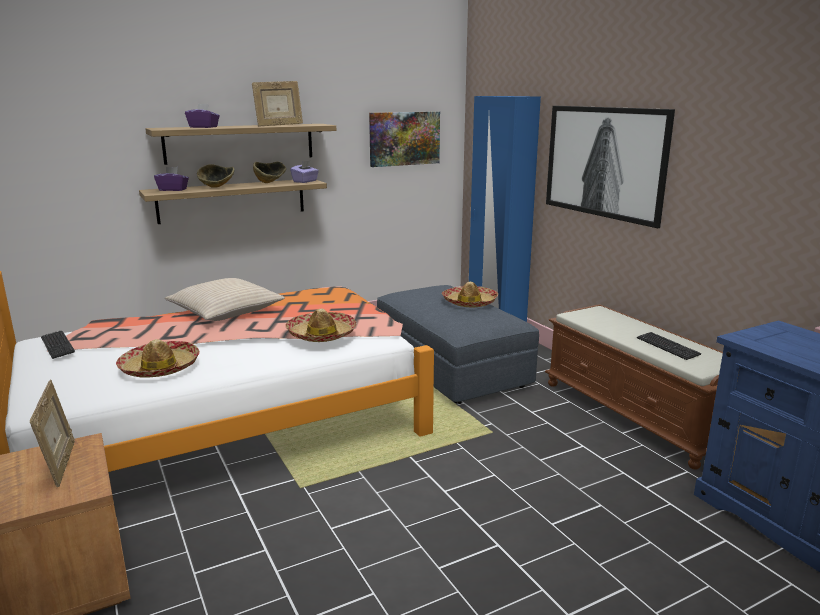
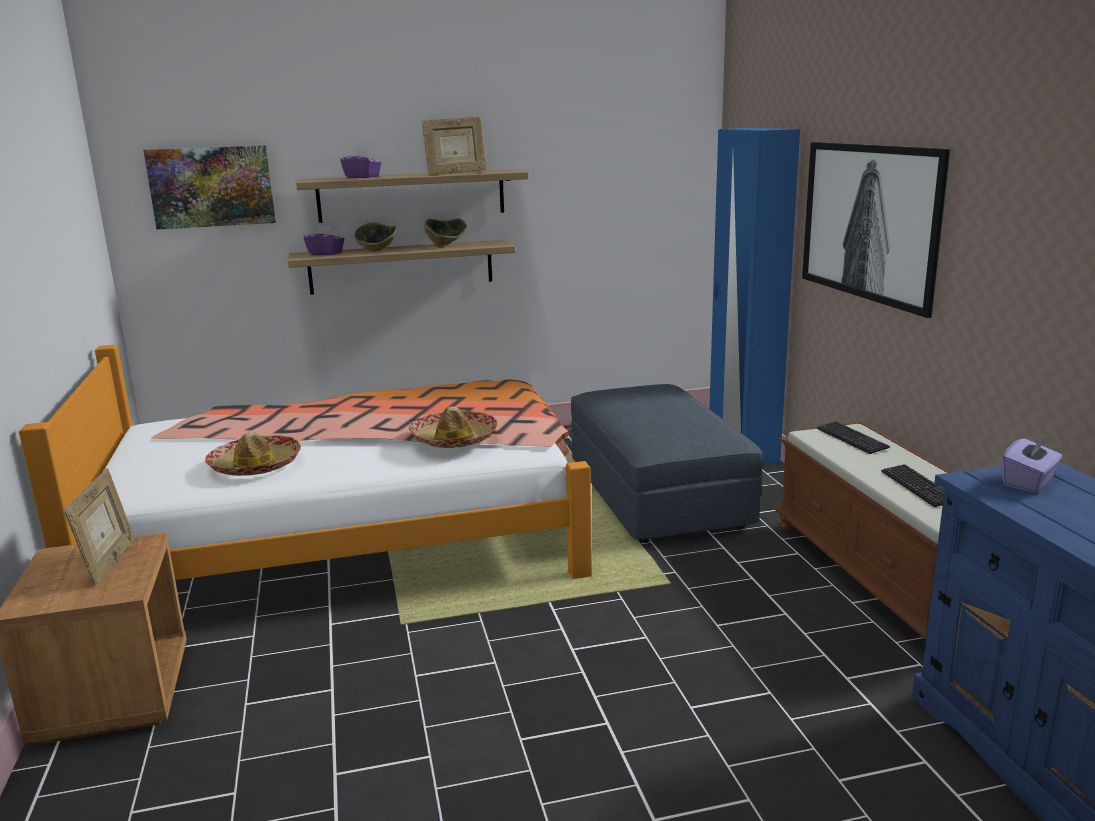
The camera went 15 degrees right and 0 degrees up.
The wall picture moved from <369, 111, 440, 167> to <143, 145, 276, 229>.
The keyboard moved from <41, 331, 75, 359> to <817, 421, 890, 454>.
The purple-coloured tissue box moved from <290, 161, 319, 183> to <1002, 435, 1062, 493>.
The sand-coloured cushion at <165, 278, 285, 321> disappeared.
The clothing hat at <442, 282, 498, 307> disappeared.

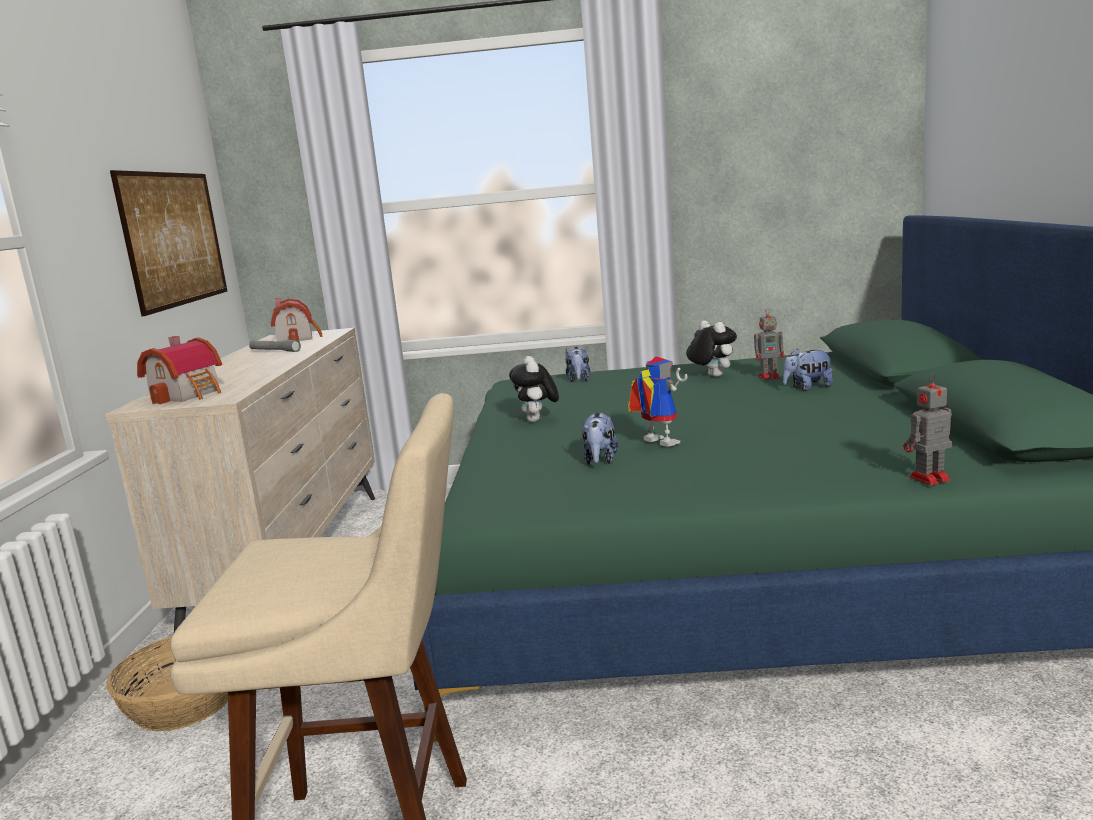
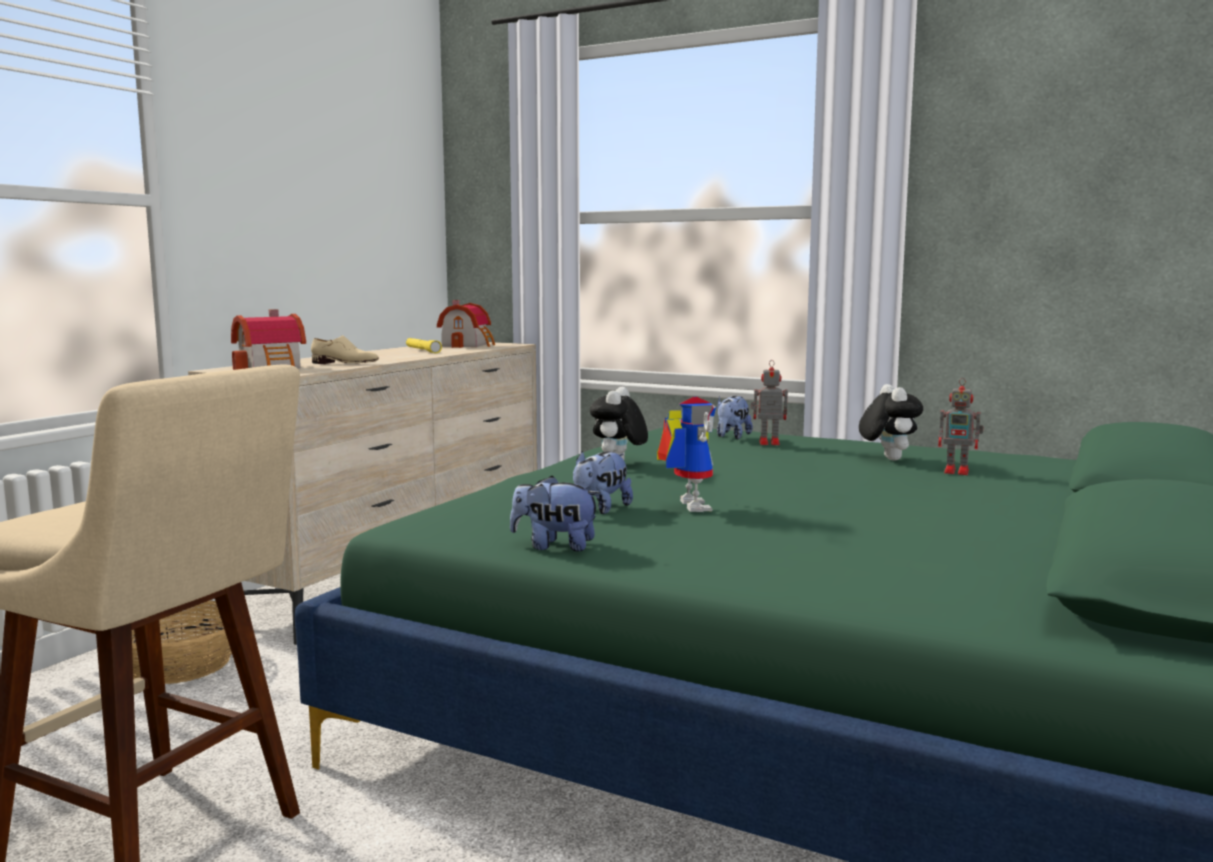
The camera went 25 degrees right and 5 degrees down.
The sand-coloured item of footwear at <311, 335, 379, 364> appeared.
The grey torch at <249, 340, 301, 352> became the yellow torch at <406, 338, 442, 353>.
The cuddly toy moved from <783, 348, 833, 391> to <510, 476, 601, 552>.
The toy robot moved from <904, 374, 952, 485> to <751, 360, 788, 445>.
The wall picture at <110, 170, 227, 316> disappeared.

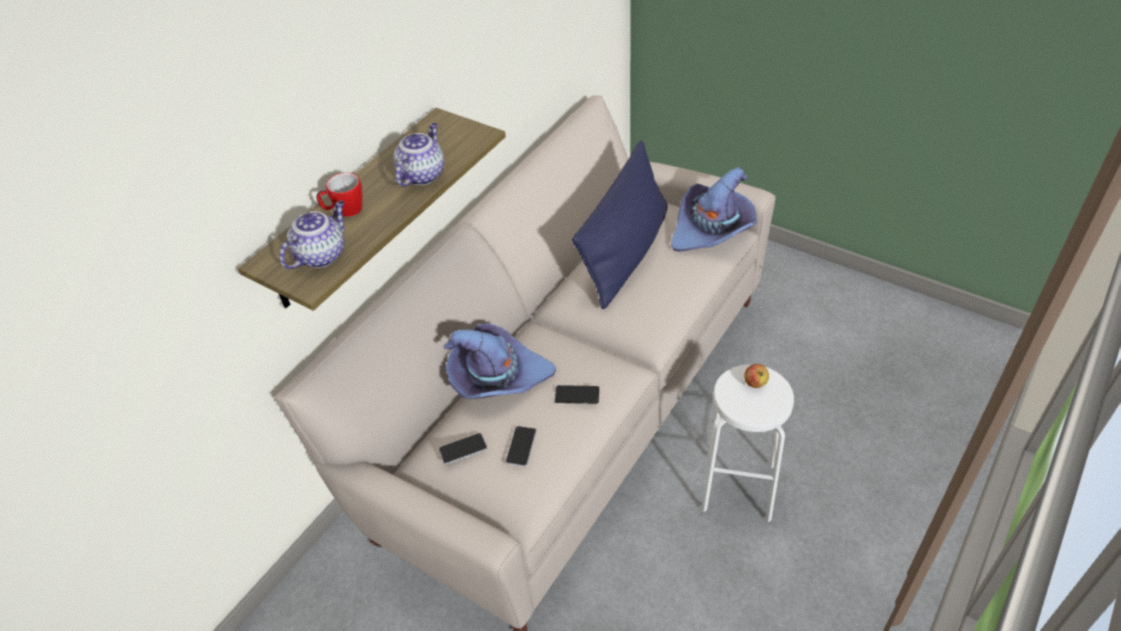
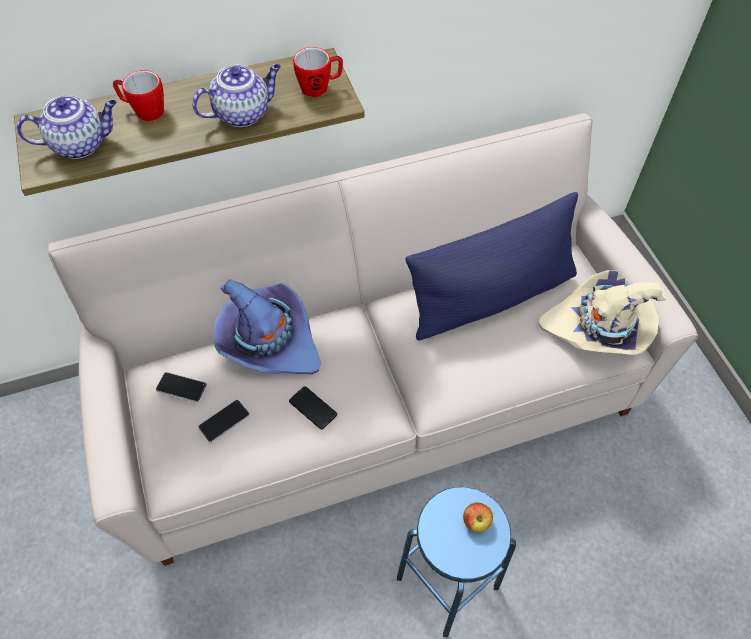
The camera went 35 degrees right and 10 degrees up.
The coffee mug at <293, 47, 343, 97> appeared.
The white-coloured sitting stool at <701, 364, 794, 522> became the blue-coloured sitting stool at <397, 487, 516, 637>.
The purple-coloured clothing hat at <671, 167, 757, 252> became the sand-coloured clothing hat at <539, 270, 667, 355>.

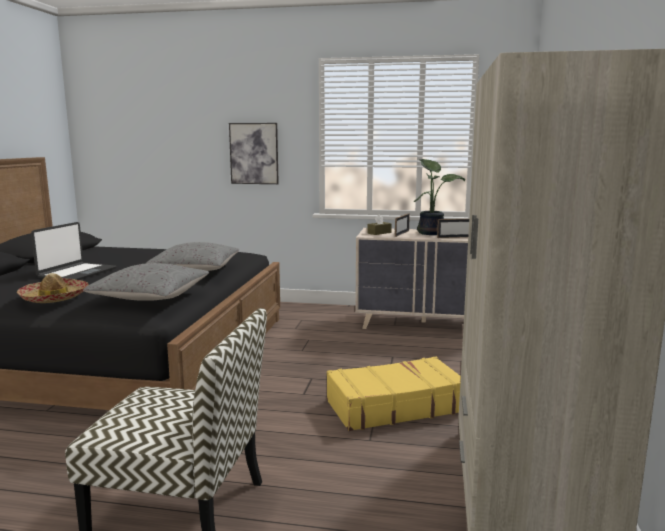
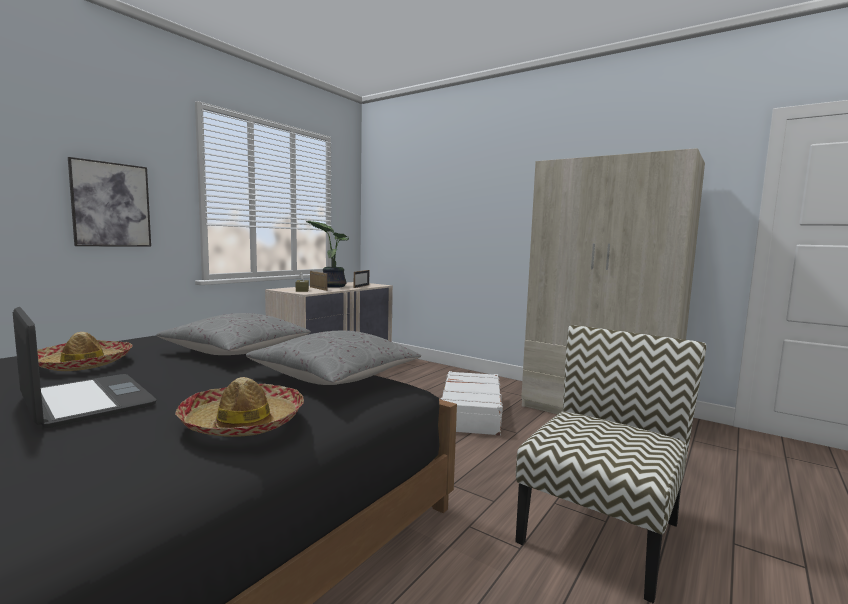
The camera went 65 degrees left and 5 degrees down.
The clothing hat at <37, 332, 133, 371> appeared.
The yellow travel case at <327, 356, 461, 431> became the white-coloured travel case at <440, 371, 503, 436>.

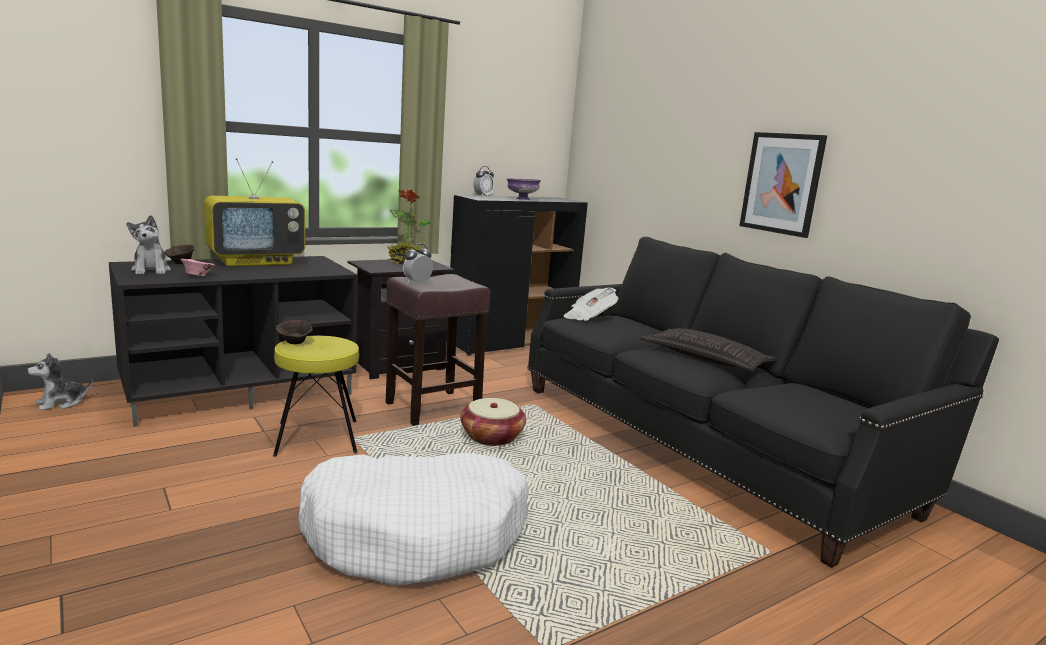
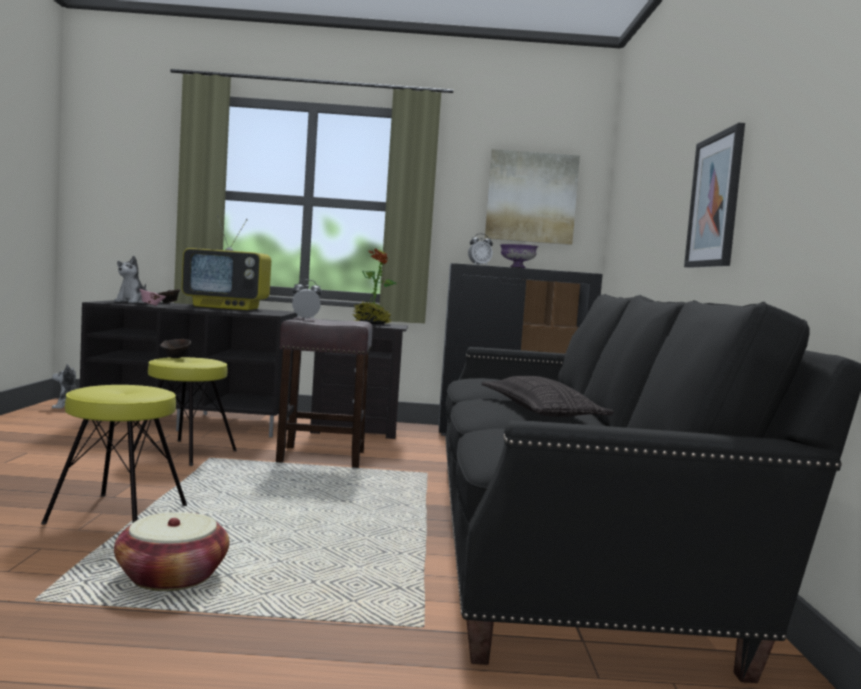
The camera went 35 degrees right and 10 degrees down.
The white-coloured dog cushion at <298, 453, 529, 586> was replaced by the yellow sitting stool at <41, 385, 187, 525>.
The basket moved from <460, 398, 526, 446> to <114, 512, 230, 591>.
The wall picture at <485, 149, 580, 245> appeared.
The printed paper at <564, 288, 618, 321> disappeared.

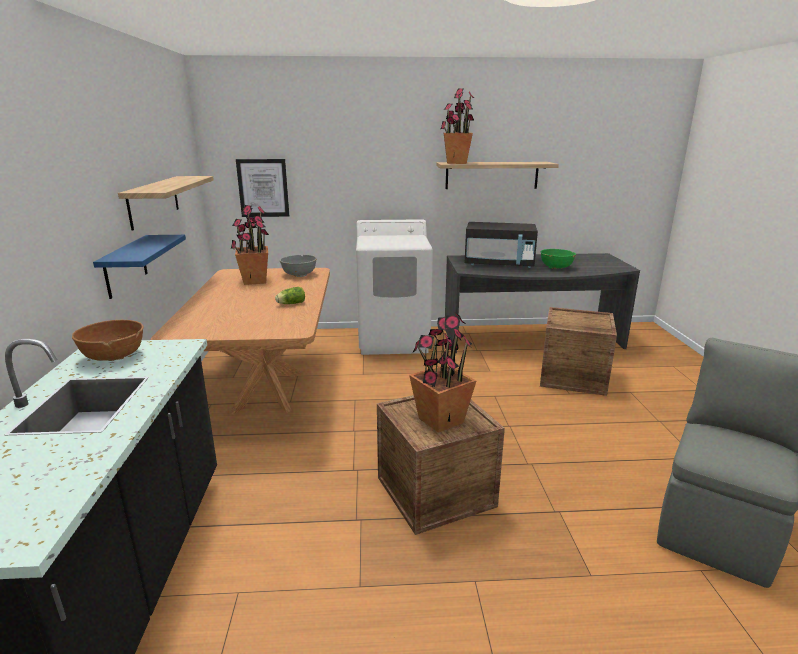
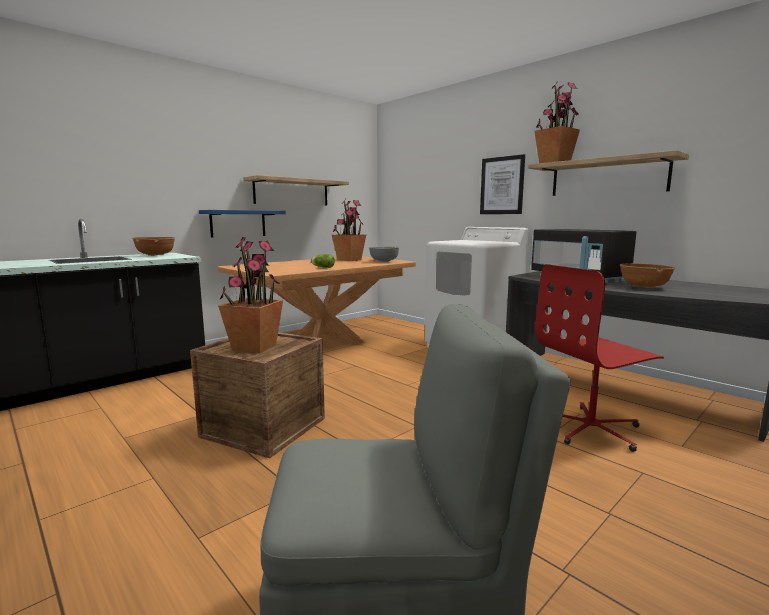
The camera went 50 degrees right and 10 degrees down.
The wall picture moved from <236, 159, 289, 217> to <480, 154, 525, 214>.
The crate at <540, 307, 617, 396> was replaced by the red desk chair at <535, 264, 664, 452>.
The green-coloured deep dish at <540, 249, 576, 269> became the brownish deep dish at <620, 263, 675, 288>.

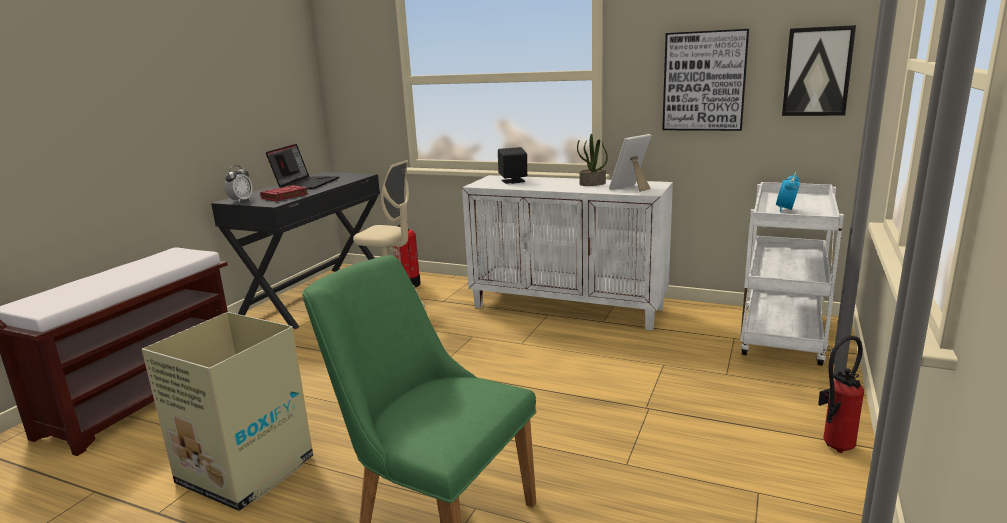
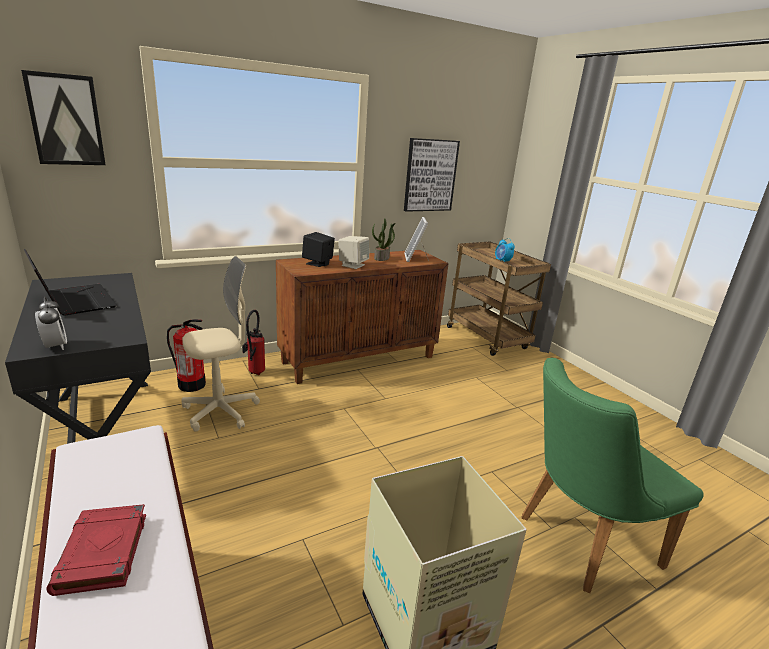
The camera went 55 degrees left and 5 degrees up.
The wall picture moved from <782, 25, 856, 116> to <21, 70, 106, 165>.
The red volume moved from <260, 185, 309, 201> to <46, 504, 146, 596>.
The fire extinguisher moved from <818, 336, 864, 453> to <242, 310, 265, 375>.
The white-coloured cabinet at <462, 175, 673, 330> became the brownish cabinet at <276, 250, 449, 384>.
The sand-coloured loudspeaker at <338, 236, 369, 269> appeared.
The white-coloured wheeled cart at <740, 182, 844, 365> became the brownish wheeled cart at <447, 242, 551, 356>.

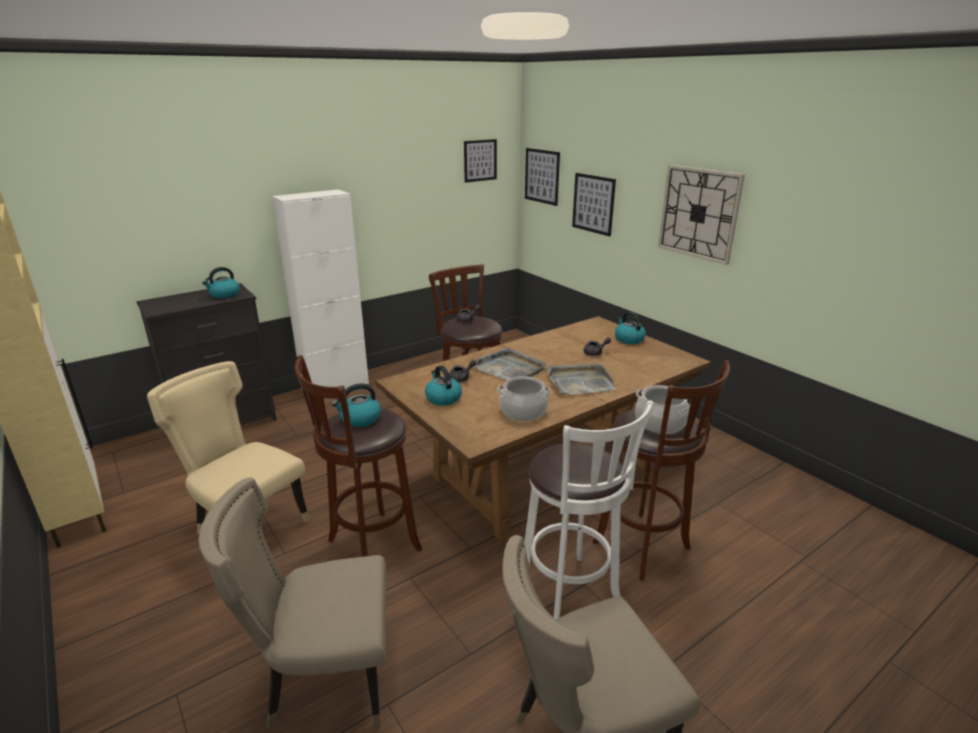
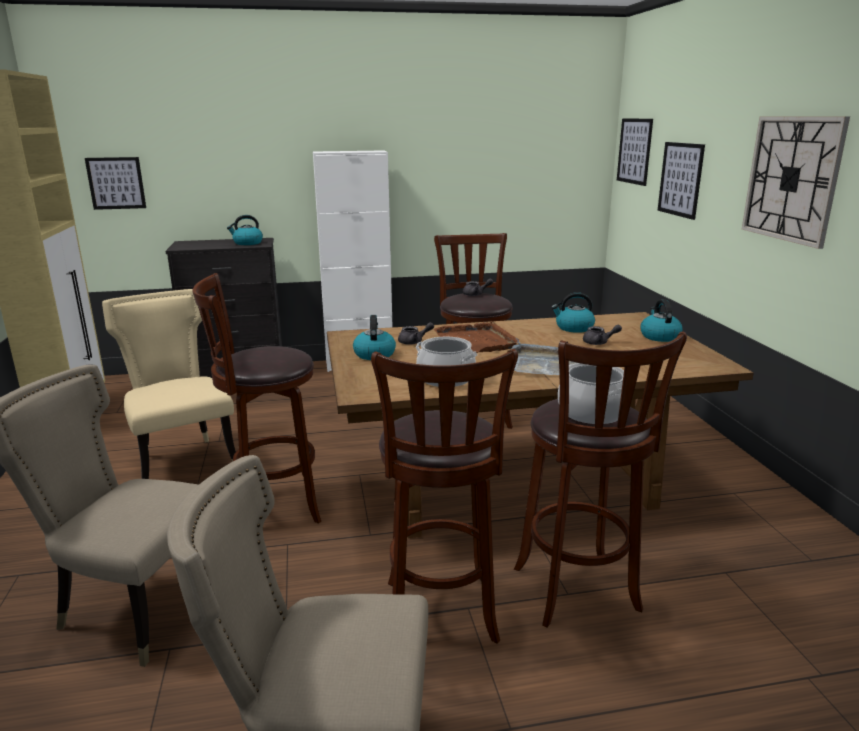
The camera went 25 degrees right and 5 degrees down.
The wall picture moved from <464, 139, 497, 183> to <85, 157, 146, 210>.
The white-coloured sitting stool at <524, 400, 654, 620> became the brownish sitting stool at <371, 349, 518, 643>.
The grey carrying tray at <474, 347, 546, 380> became the brownish carrying tray at <434, 321, 519, 353>.
The kettle moved from <332, 383, 381, 427> to <551, 292, 595, 333>.

